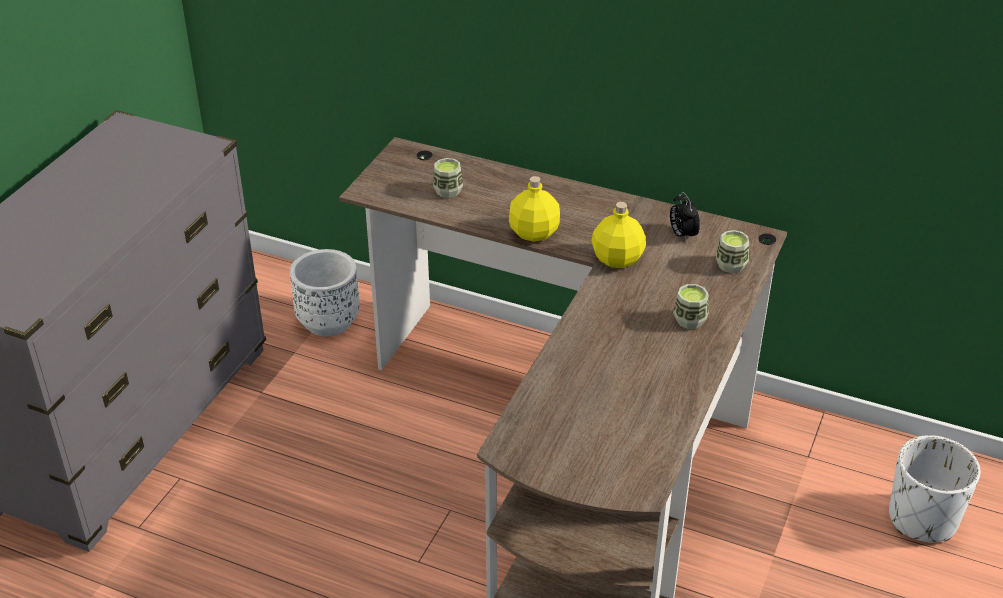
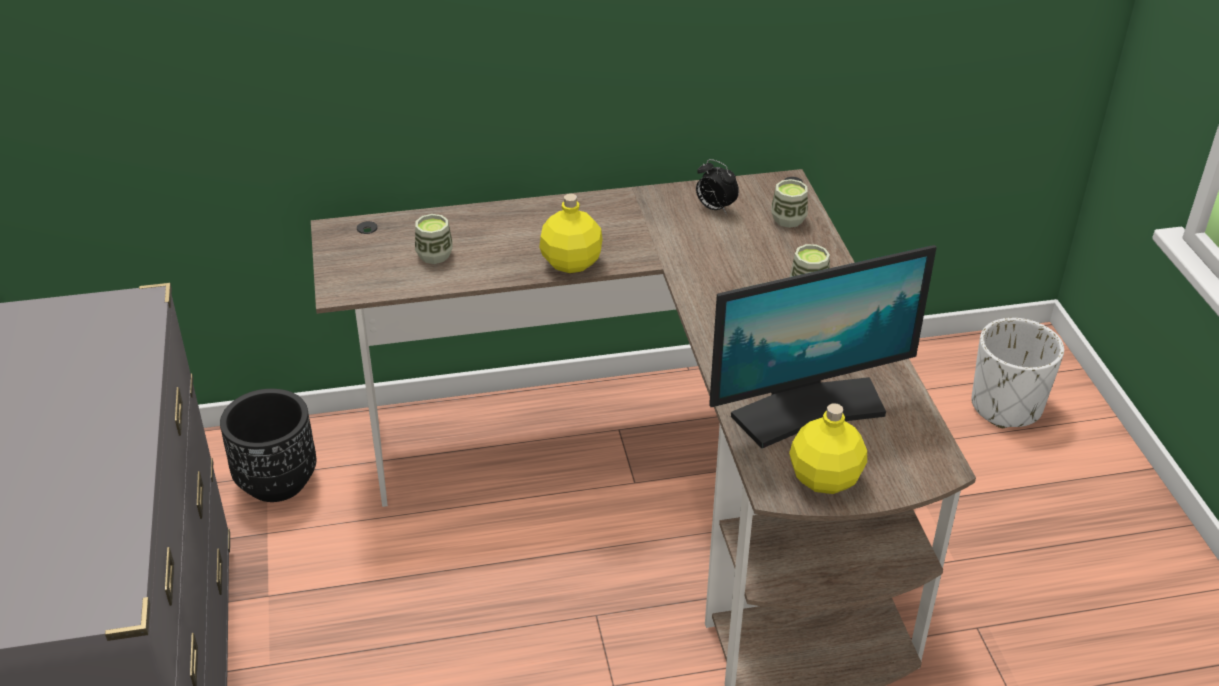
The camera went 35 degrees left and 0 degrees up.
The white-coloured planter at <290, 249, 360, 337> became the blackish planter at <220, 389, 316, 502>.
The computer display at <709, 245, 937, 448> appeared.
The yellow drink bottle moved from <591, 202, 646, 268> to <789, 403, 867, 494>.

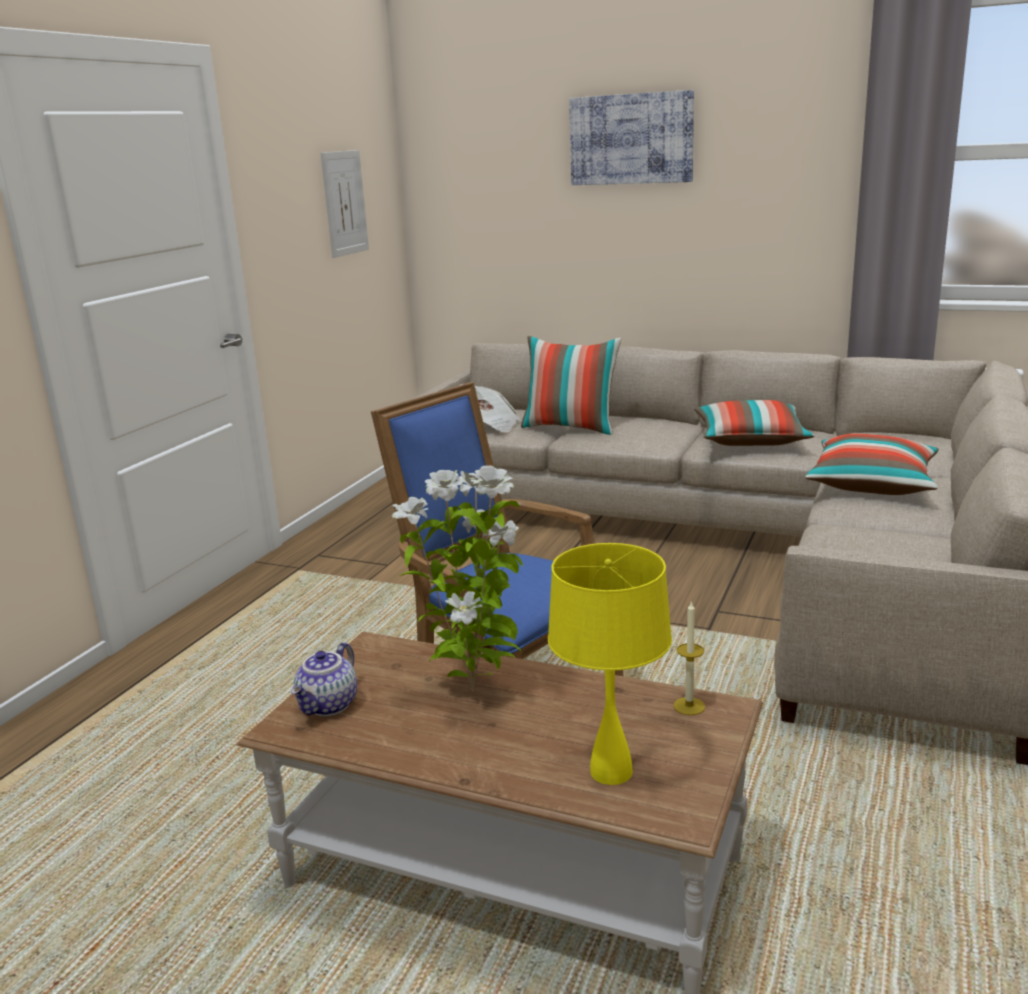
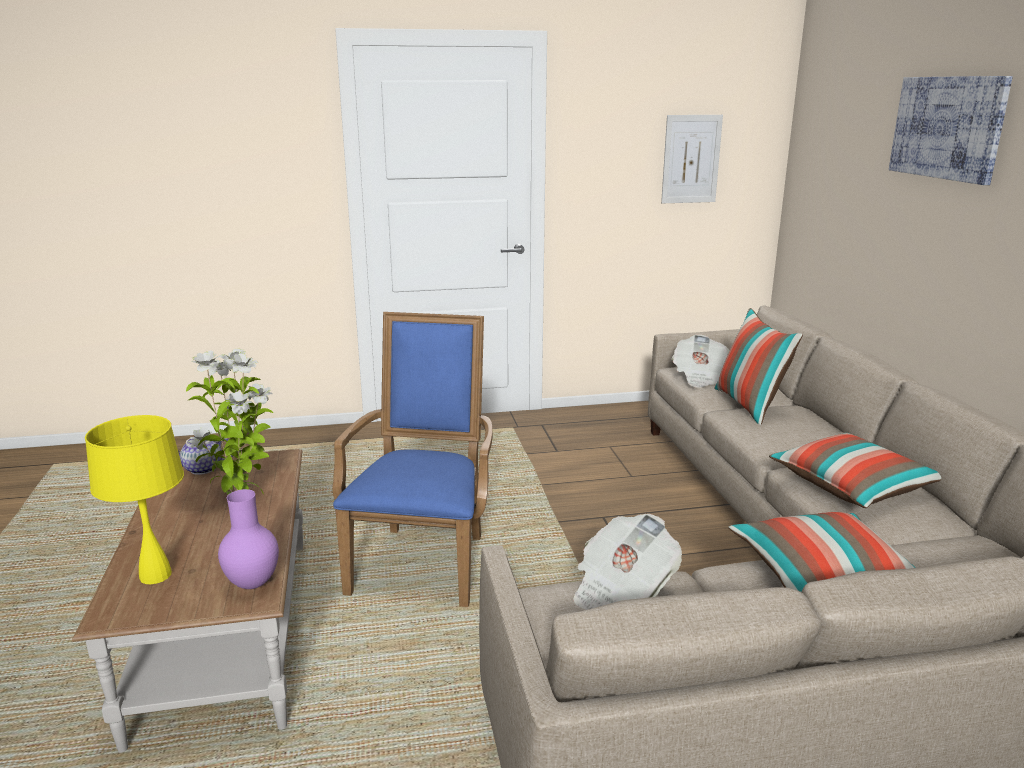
The camera went 55 degrees right and 0 degrees up.
The wax light at <673, 601, 705, 715> was replaced by the purple-coloured decorative vase at <218, 489, 279, 589>.
The printed paper at <573, 514, 682, 610> appeared.

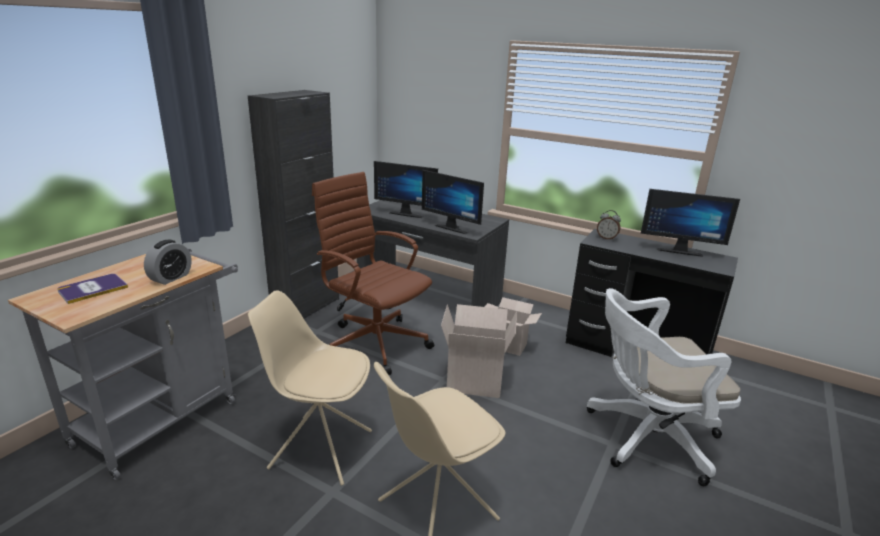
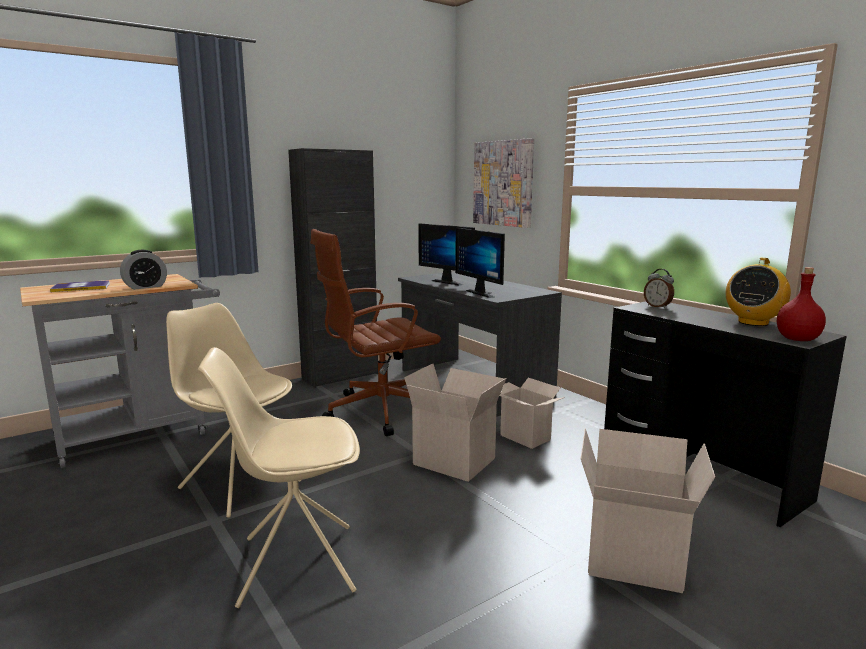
The camera went 25 degrees right and 10 degrees down.
The brownish desk chair at <312, 172, 434, 375> turned 90 degrees counterclockwise.
The wall picture at <473, 138, 534, 228> appeared.
The white-coloured desk chair at <587, 288, 741, 486> was replaced by the cardboard box at <581, 429, 715, 593>.
The computer display at <641, 189, 740, 257> was replaced by the radio at <726, 257, 791, 326>.
The red drink bottle at <777, 267, 826, 341> appeared.

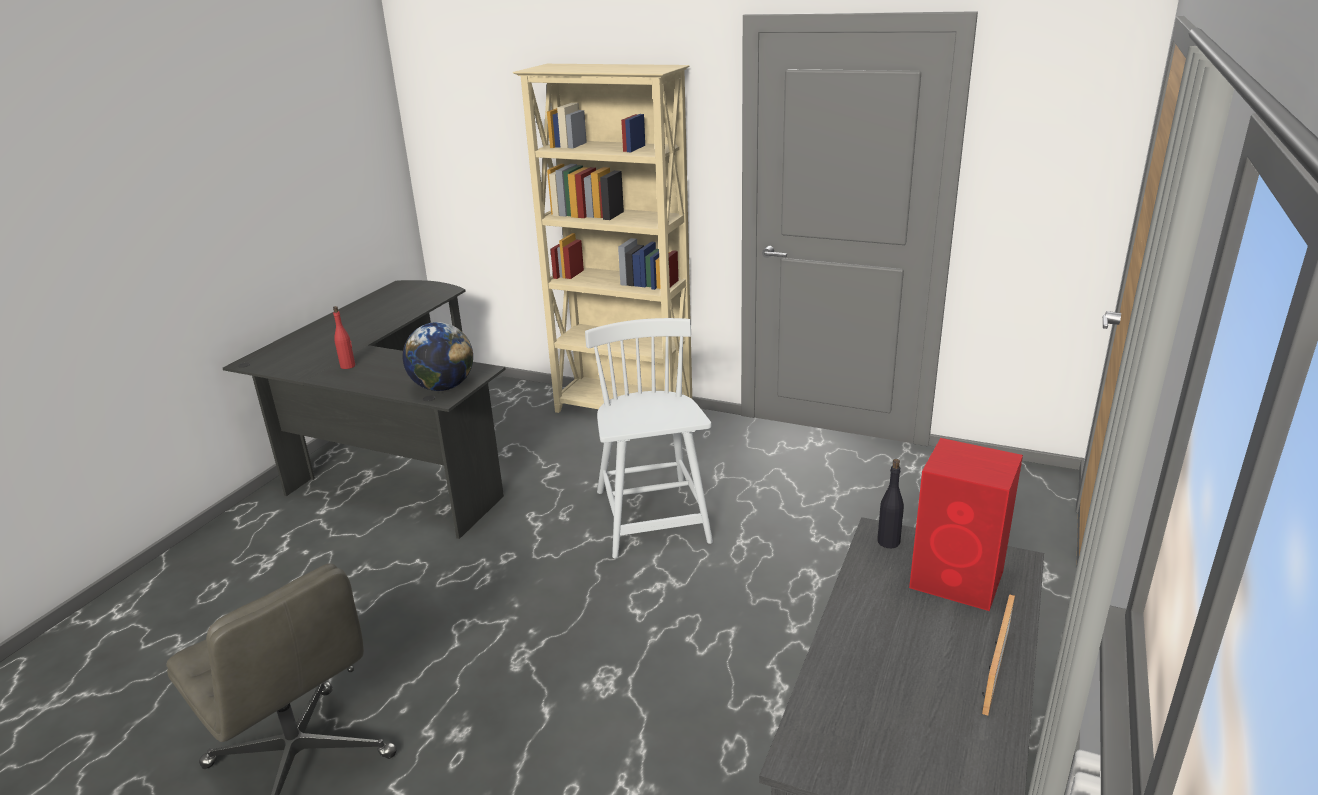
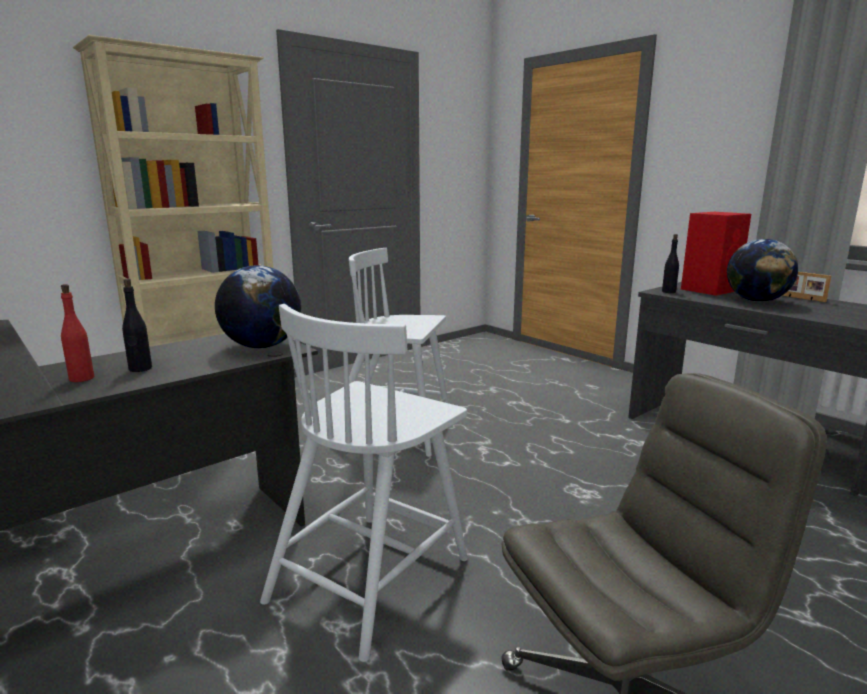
The camera went 65 degrees left and 10 degrees down.
The blackish drink bottle at <122, 279, 152, 372> appeared.
The white-coloured chair at <260, 304, 468, 662> appeared.
The world globe at <727, 239, 798, 302> appeared.

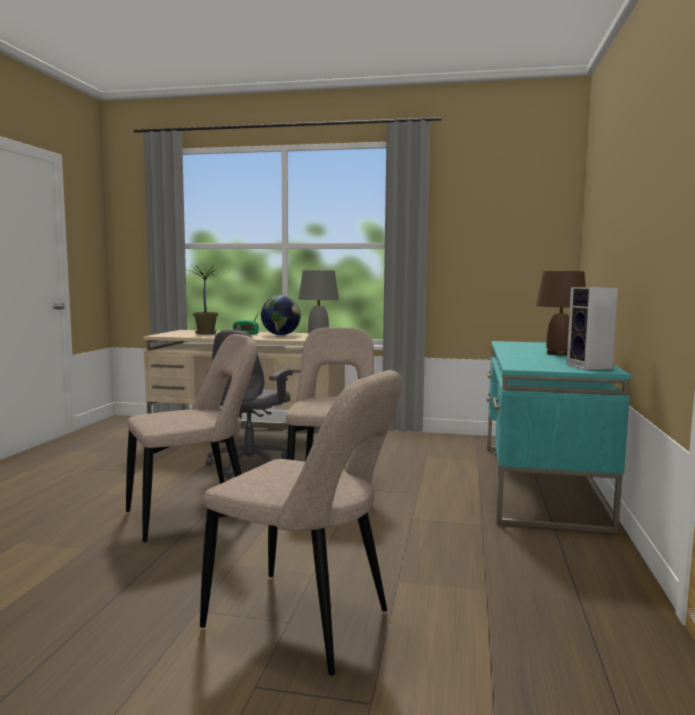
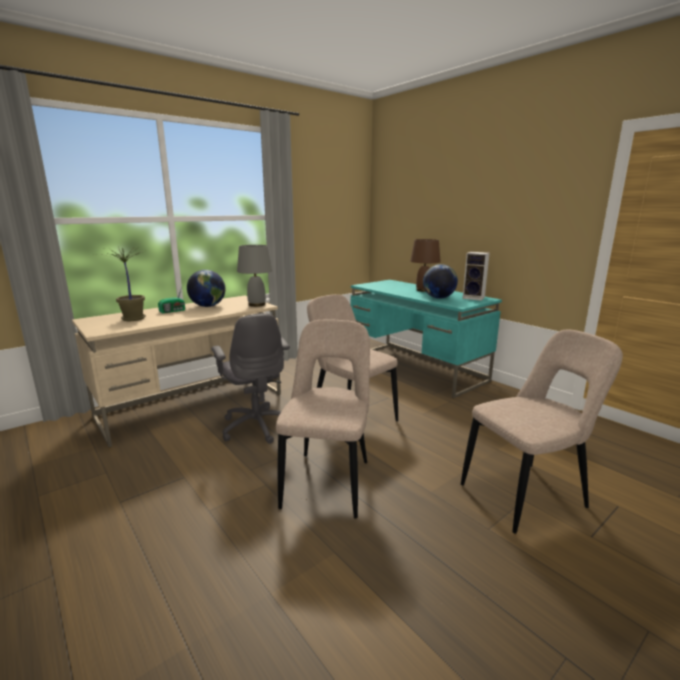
The camera went 50 degrees left and 10 degrees up.
The world globe at <423, 264, 458, 299> appeared.

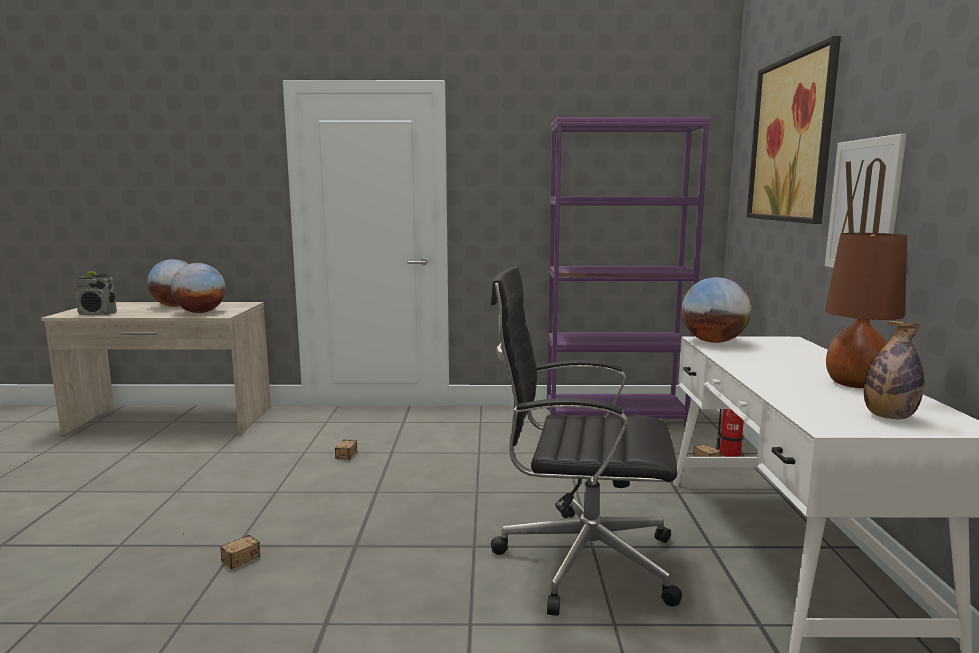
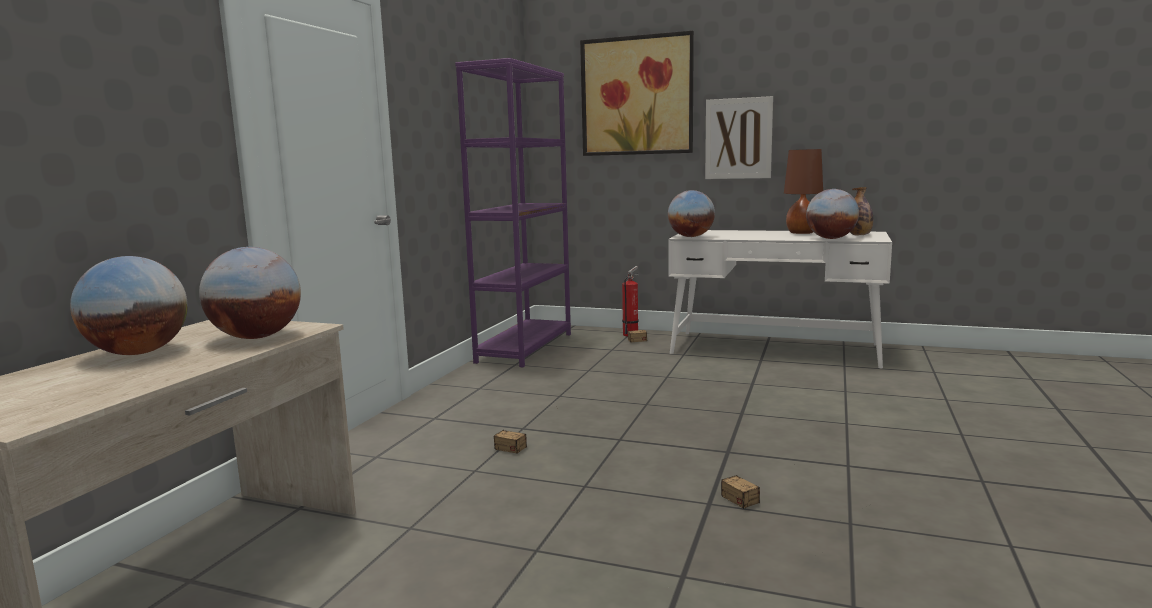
The camera went 70 degrees left and 0 degrees up.
The world globe at <806, 189, 859, 239> appeared.
The radio at <75, 272, 117, 315> disappeared.
The blackish desk chair at <491, 266, 682, 616> disappeared.

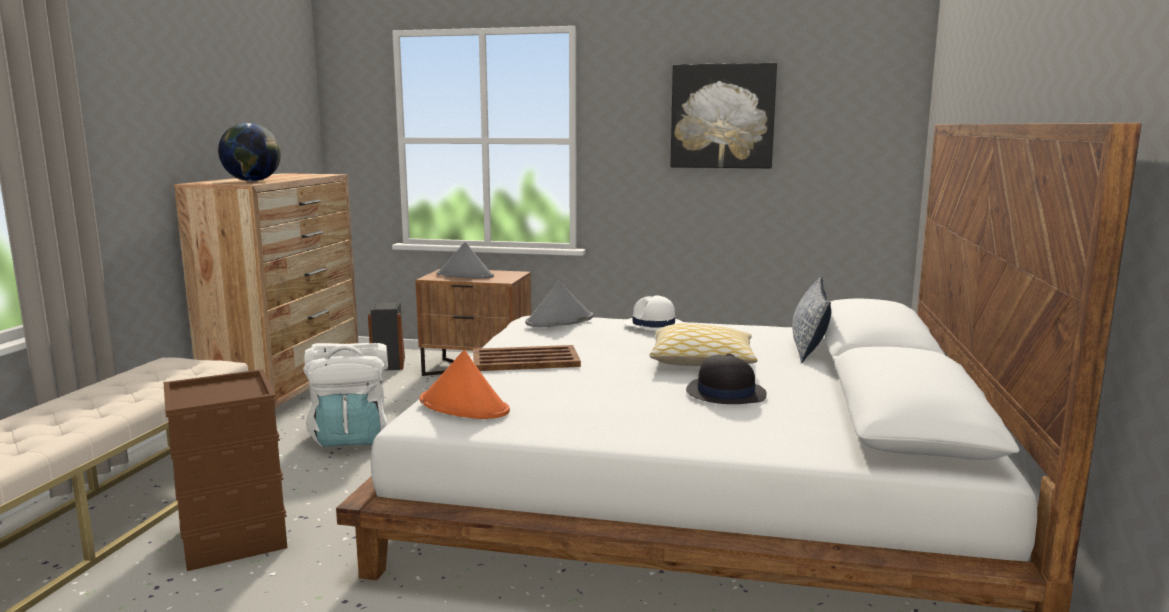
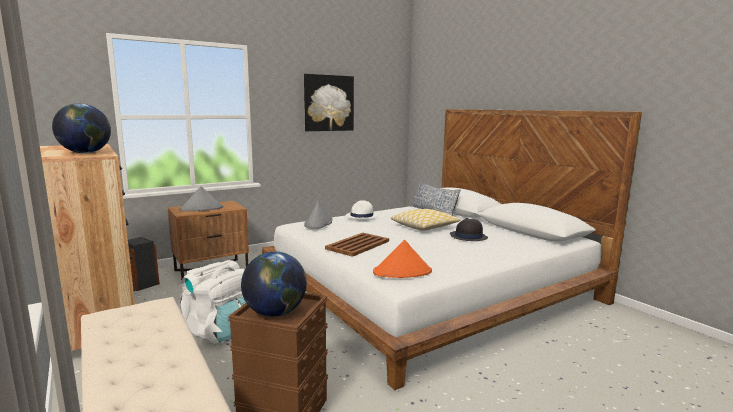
The camera went 45 degrees left and 0 degrees up.
The world globe at <241, 252, 307, 317> appeared.

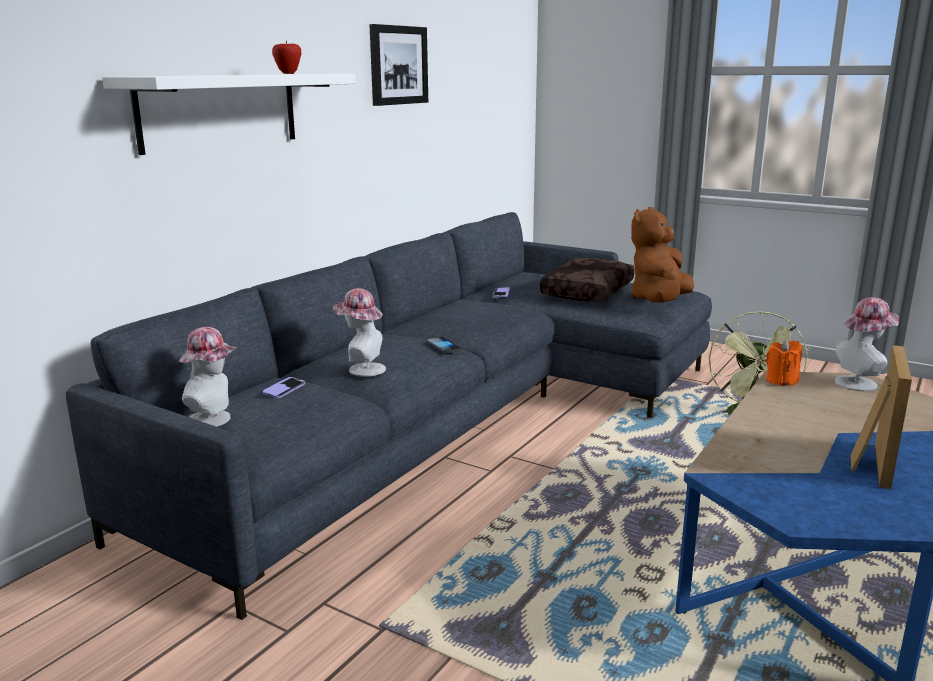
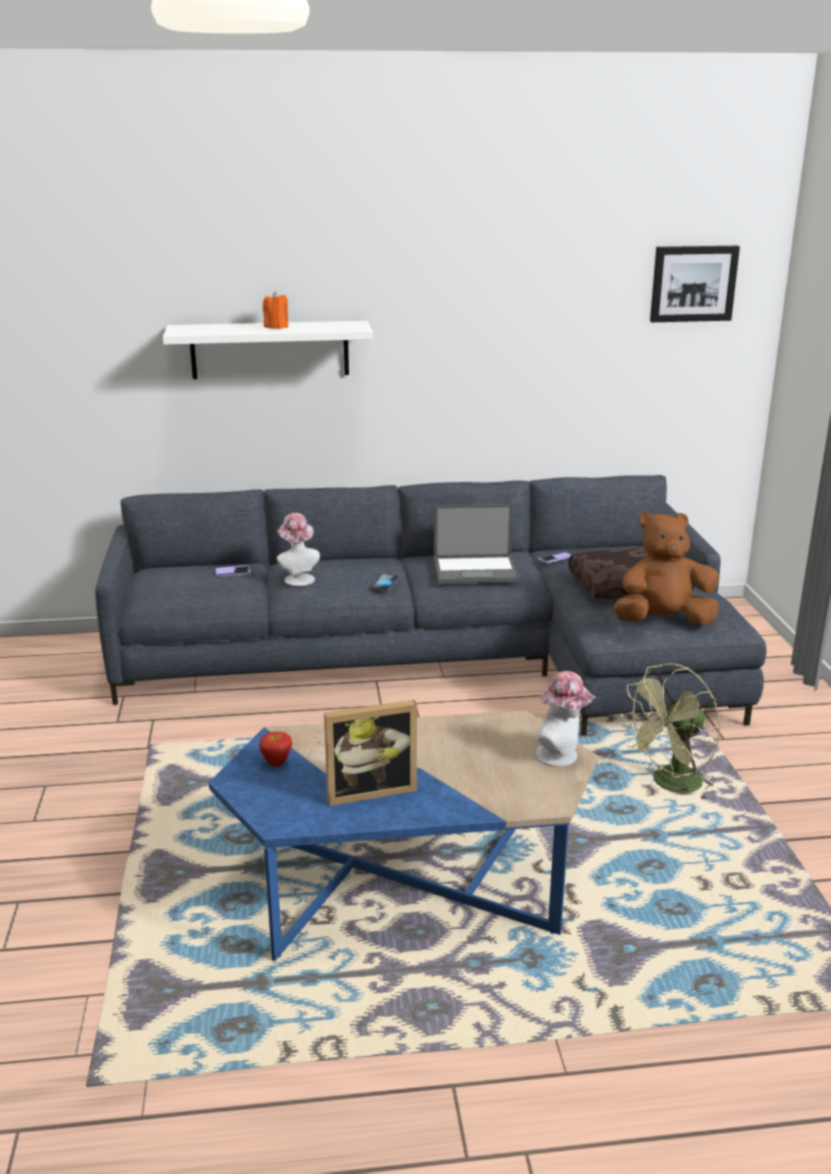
The camera went 50 degrees right and 5 degrees up.
The apple fruit moved from <272, 40, 301, 74> to <259, 731, 292, 767>.
The orangey wax light moved from <766, 339, 802, 386> to <263, 291, 288, 329>.
The portable computer at <434, 504, 519, 584> appeared.
The wall picture moved from <369, 24, 428, 106> to <650, 246, 740, 322>.
The clothing hat at <179, 327, 237, 427> disappeared.

